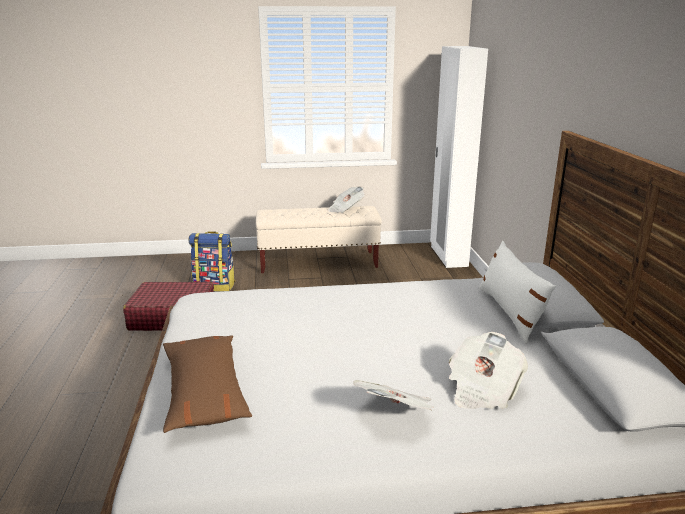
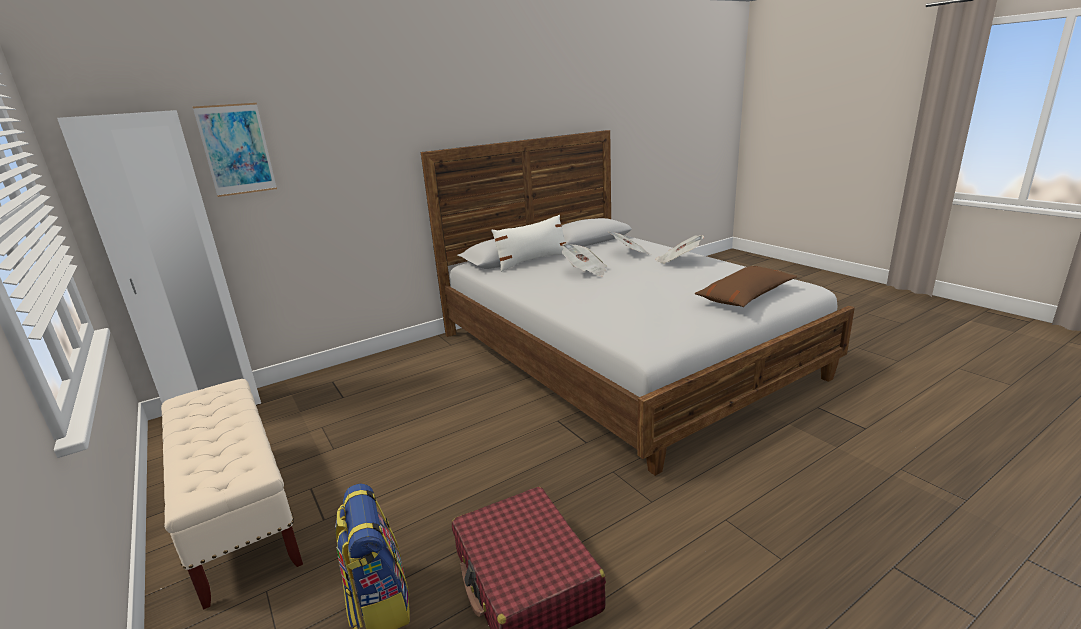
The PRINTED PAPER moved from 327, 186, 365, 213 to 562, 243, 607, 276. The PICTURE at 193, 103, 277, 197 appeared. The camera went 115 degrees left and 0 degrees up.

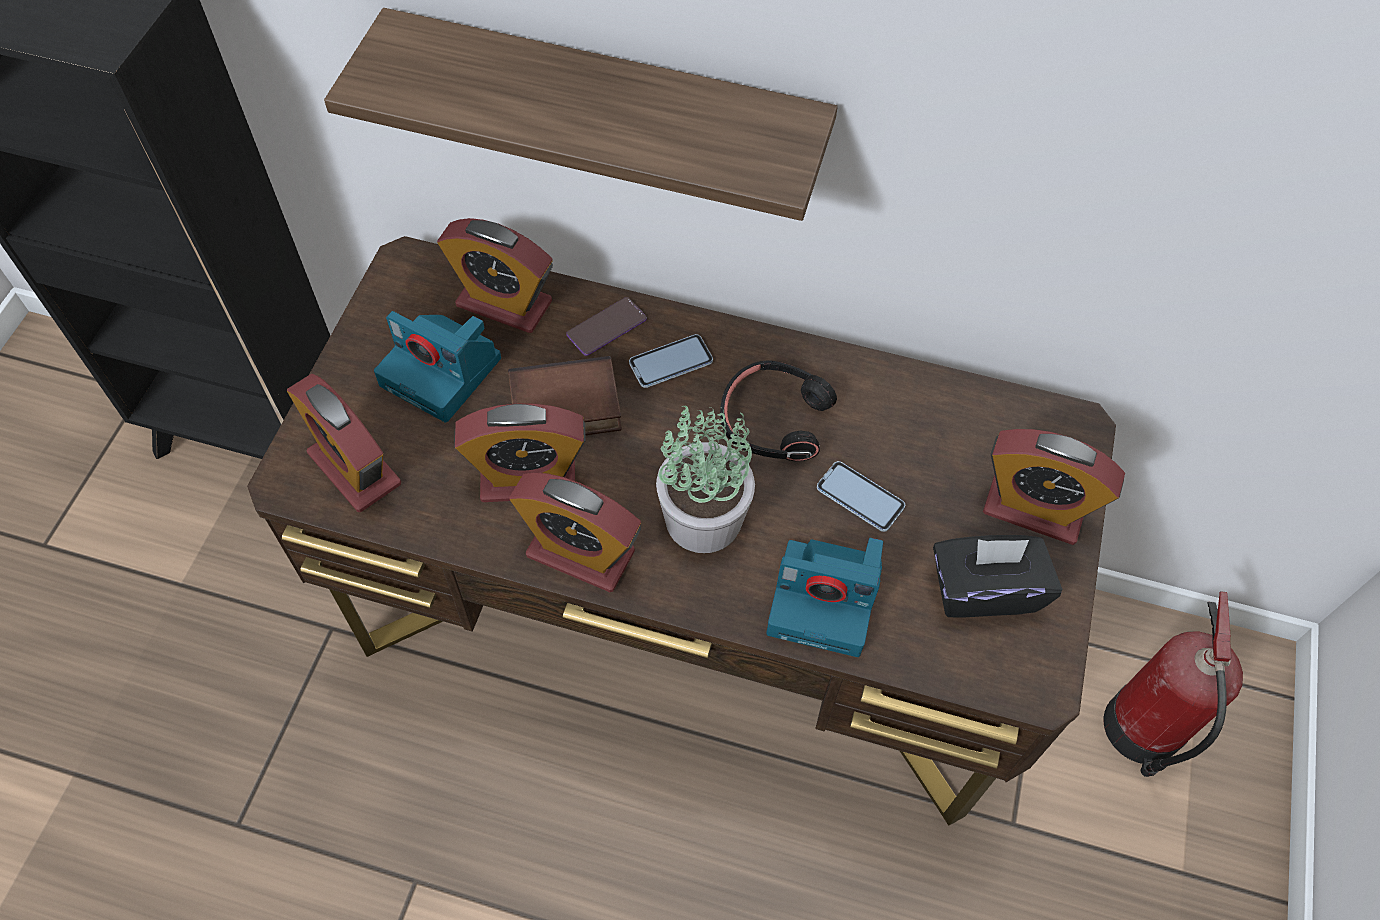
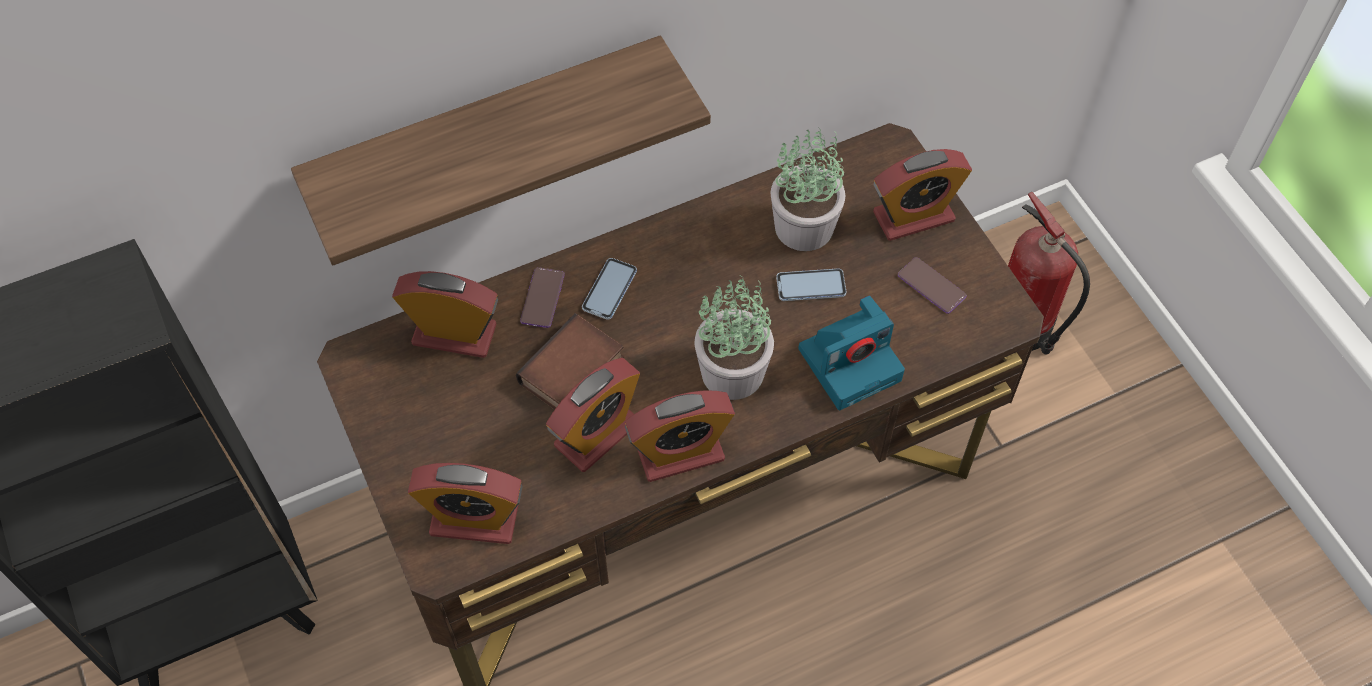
The STILL CAMERA at 374, 311, 501, 423 disappeared. The TABLE CLOCK at 437, 218, 553, 333 turned 150 degrees counterclockwise. The BLACKISH HEADSET at 720, 360, 837, 461 disappeared. The BLACKISH TISSUE HOLDER at 933, 535, 1062, 618 was replaced by the HANDSET at 898, 257, 967, 314. The POTTED PLANT at 770, 127, 846, 251 appeared. The camera went 40 degrees left and 0 degrees up.

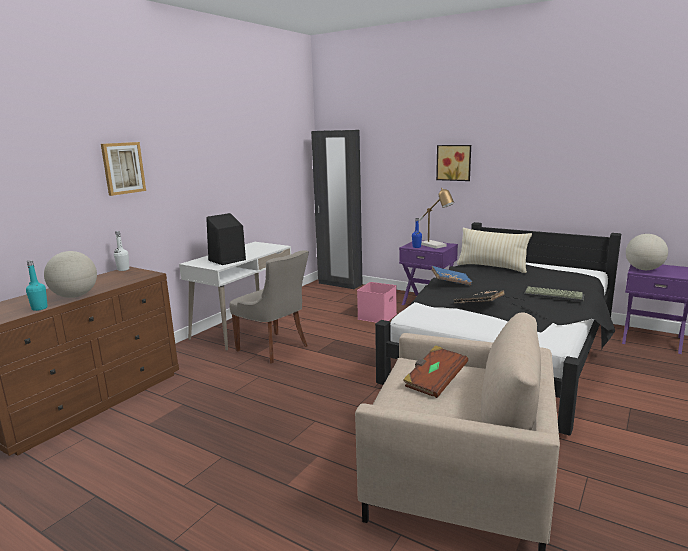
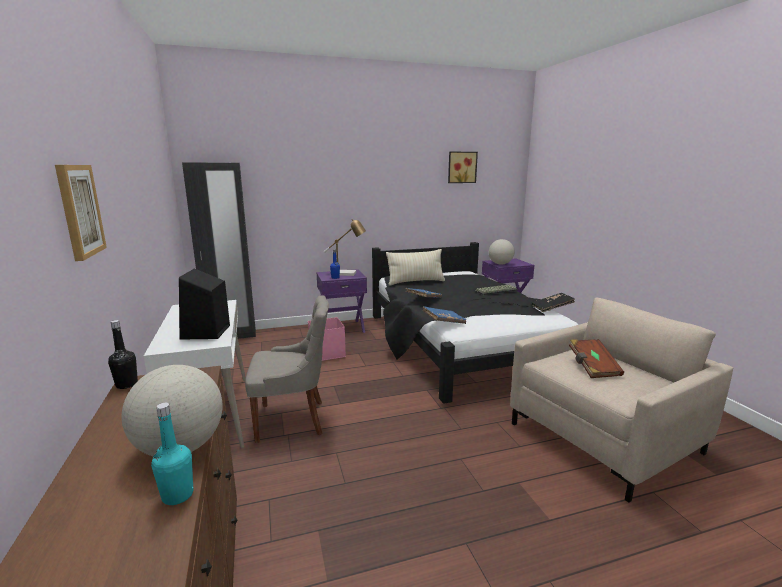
The WHITE-COLOURED BEVERAGE BOTTLE at 114, 231, 129, 271 became the BLACKISH BEVERAGE BOTTLE at 108, 320, 138, 389. The PICTURE moved from 436, 145, 471, 181 to 448, 152, 478, 183. The BLACKISH BOUND BOOK moved from 454, 290, 505, 303 to 532, 293, 575, 312. The BLUISH BOUND BOOK at 422, 306, 466, 324 appeared. The camera went 50 degrees left and 0 degrees up.

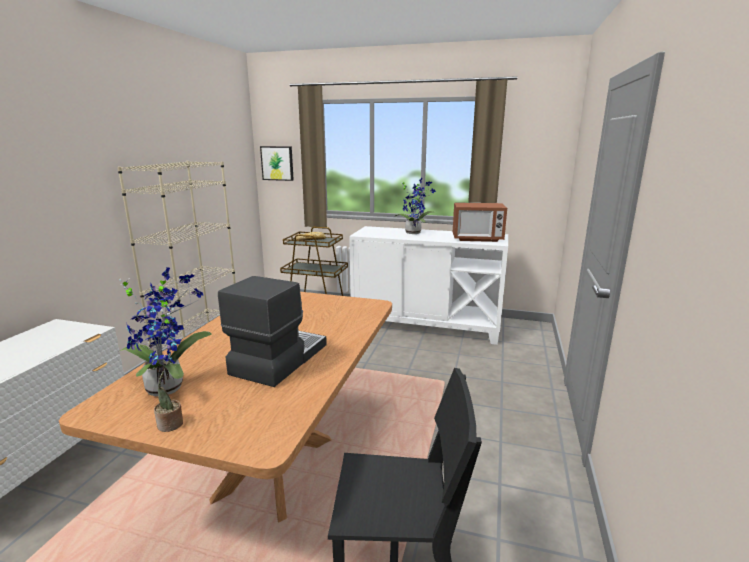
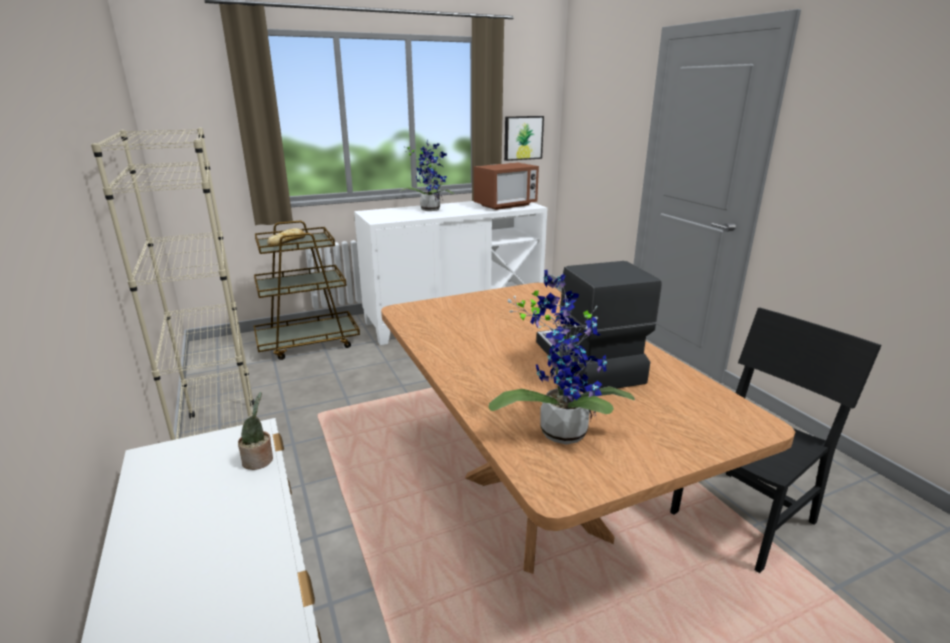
The POTTED PLANT moved from 154, 371, 183, 432 to 238, 392, 273, 470. The PICTURE moved from 260, 146, 294, 181 to 504, 116, 544, 161. The camera went 40 degrees left and 5 degrees up.

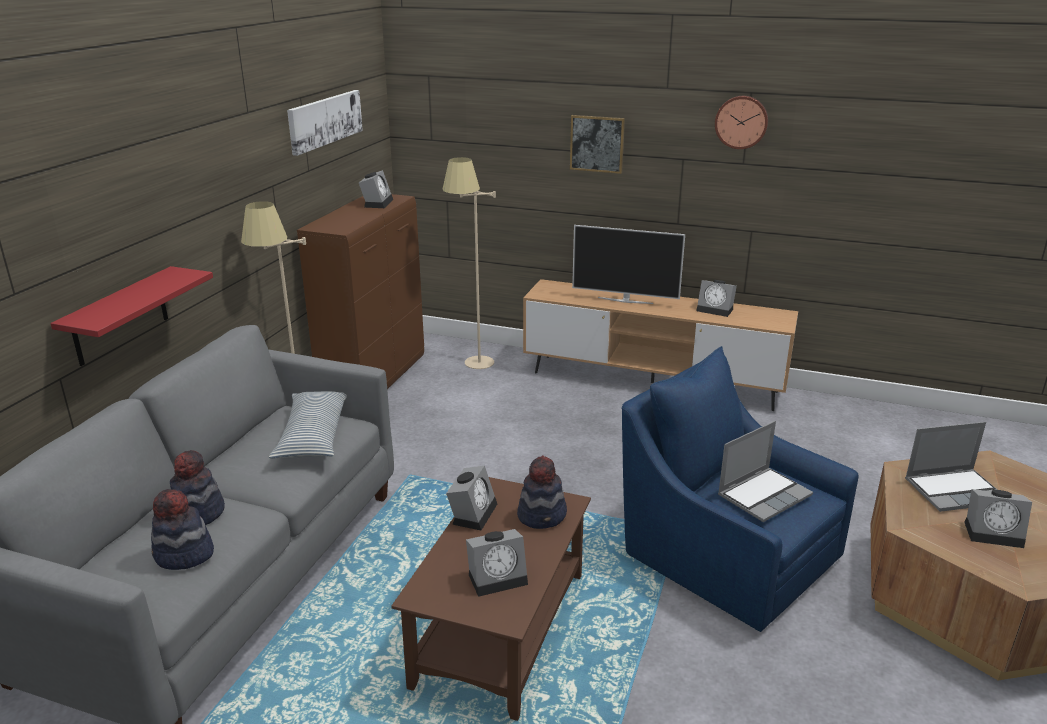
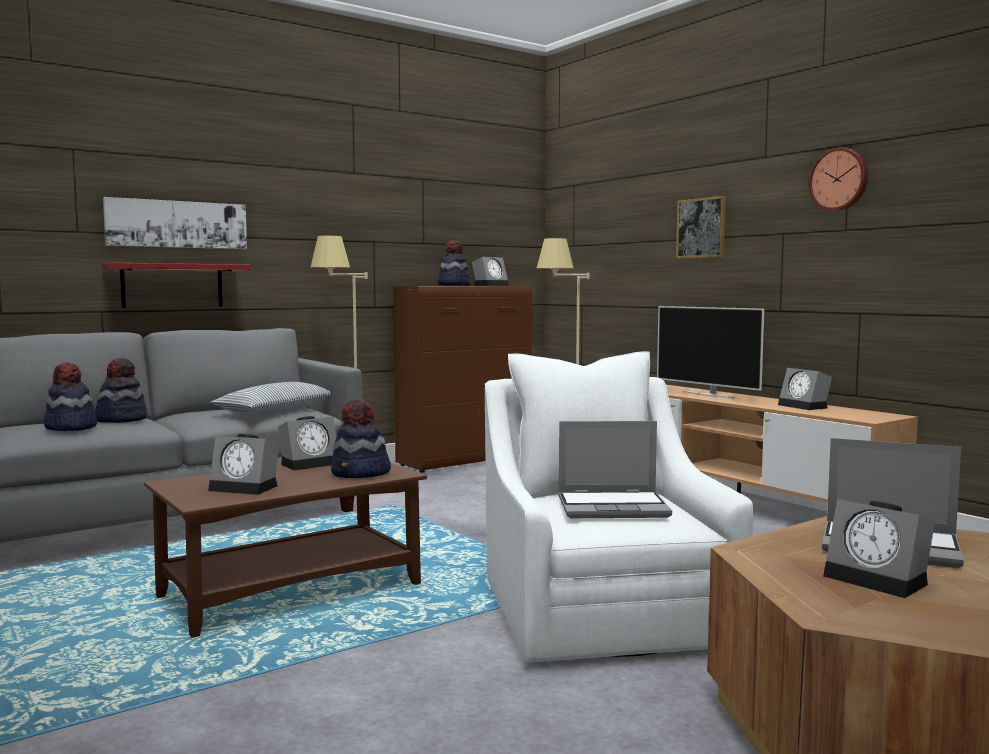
The PICTURE moved from 287, 90, 363, 156 to 103, 197, 247, 249. The BLUISH LOUNGE CHAIR at 622, 346, 858, 632 became the WHITE-COLOURED LOUNGE CHAIR at 484, 351, 753, 663. The WEARABLE HAT at 438, 240, 470, 286 appeared. The camera went 35 degrees right and 20 degrees down.

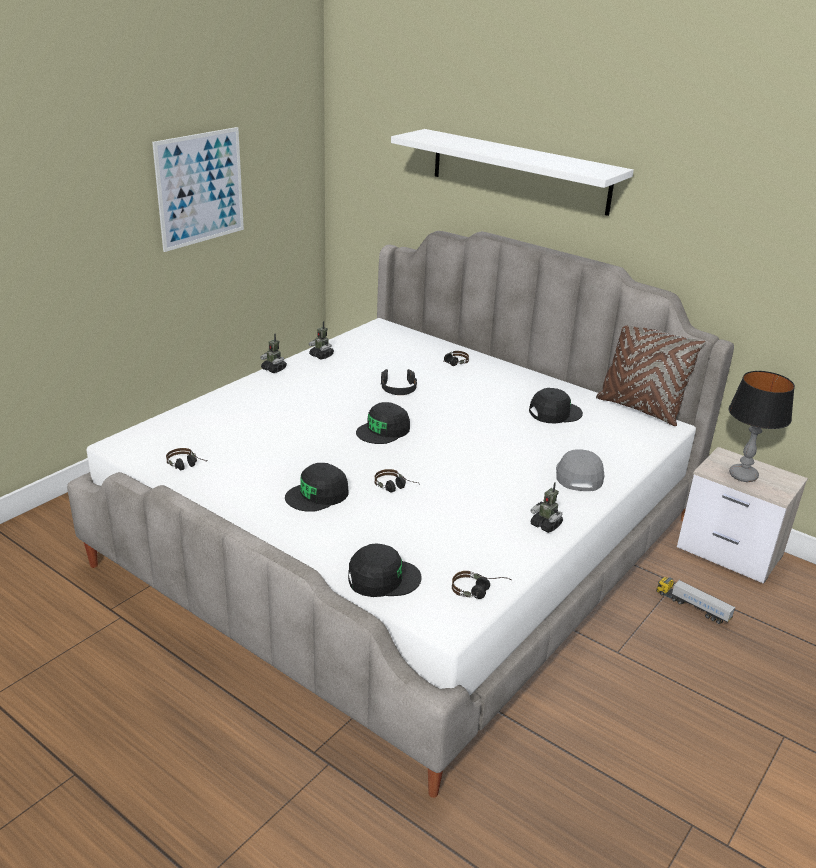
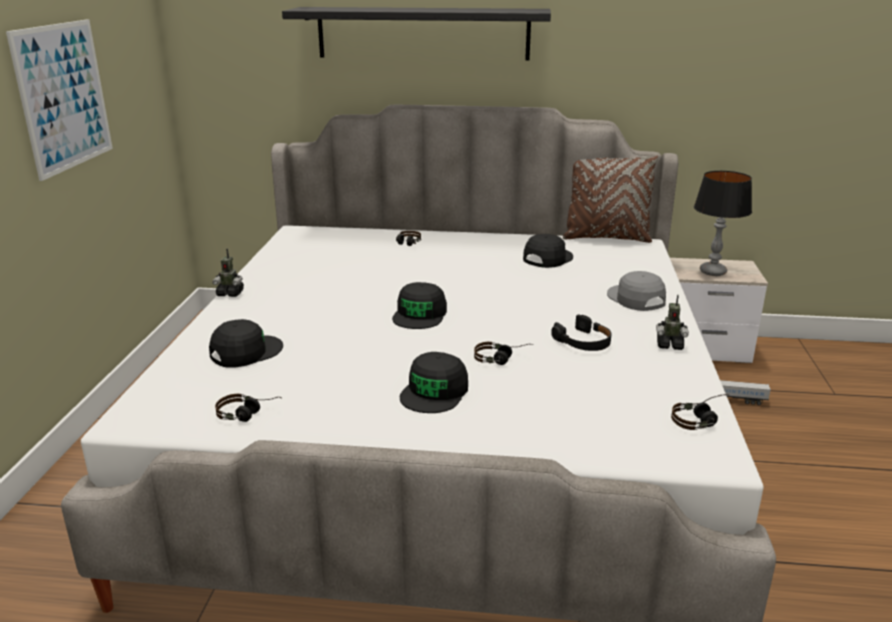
The TOY ROBOT at 309, 321, 334, 359 disappeared. The BLACKISH PEAKED CAP moved from 348, 544, 422, 597 to 209, 319, 283, 367. The BLACKISH HEADSET moved from 381, 369, 417, 395 to 551, 314, 612, 351. The WHITE-COLOURED SHELF at 391, 129, 634, 216 became the BLACKISH SHELF at 282, 7, 551, 61. The camera went 30 degrees left and 5 degrees down.

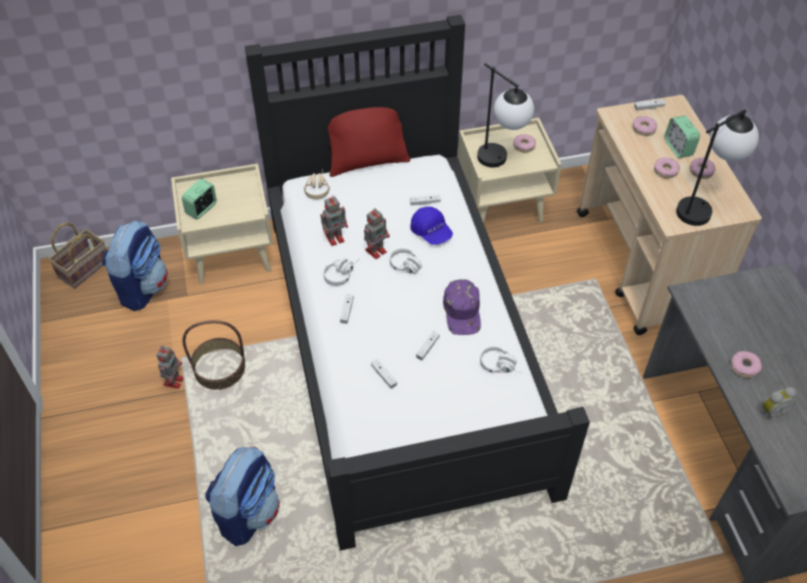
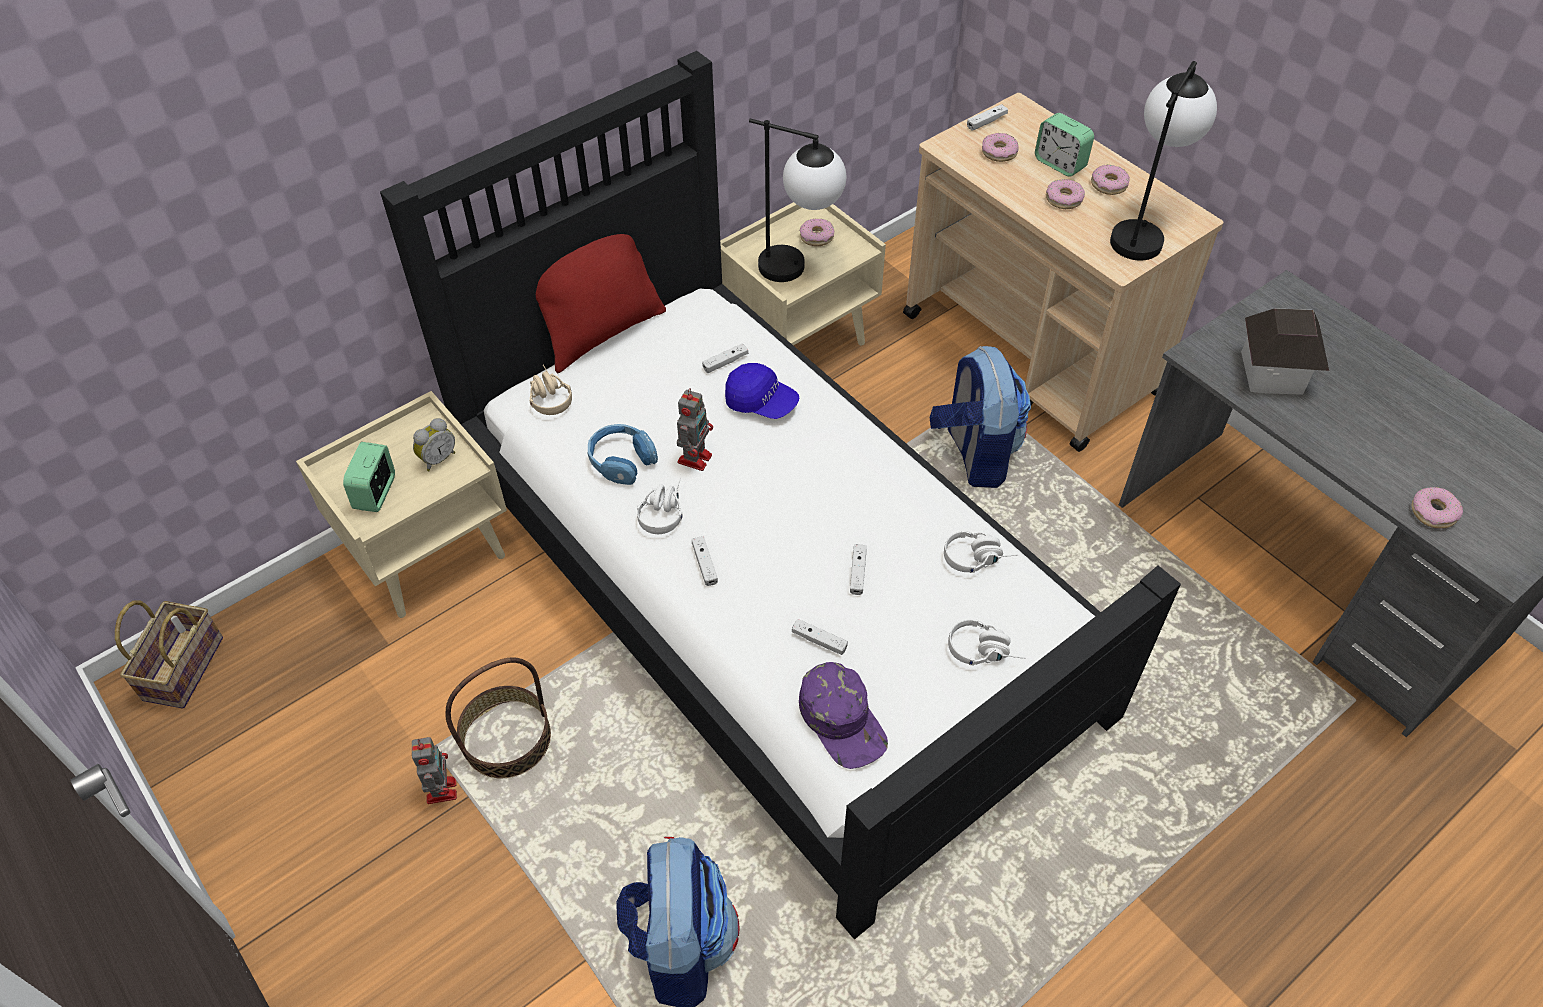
The KNAPSACK moved from 102, 220, 168, 311 to 930, 346, 1031, 488. The TOY ROBOT at 321, 195, 348, 246 was replaced by the BLUISH HEADSET at 588, 424, 658, 485. The WHITE-COLOURED HEADSET moved from 390, 248, 424, 277 to 948, 619, 1025, 666. The PURPLE PEAKED CAP moved from 443, 279, 481, 335 to 799, 662, 888, 769. The DONUT moved from 731, 351, 762, 378 to 1412, 487, 1463, 528. The TABLE CLOCK moved from 763, 387, 797, 419 to 413, 418, 455, 471. The TOY HOUSE at 1241, 308, 1329, 395 appeared. The camera went 25 degrees left and 0 degrees up.

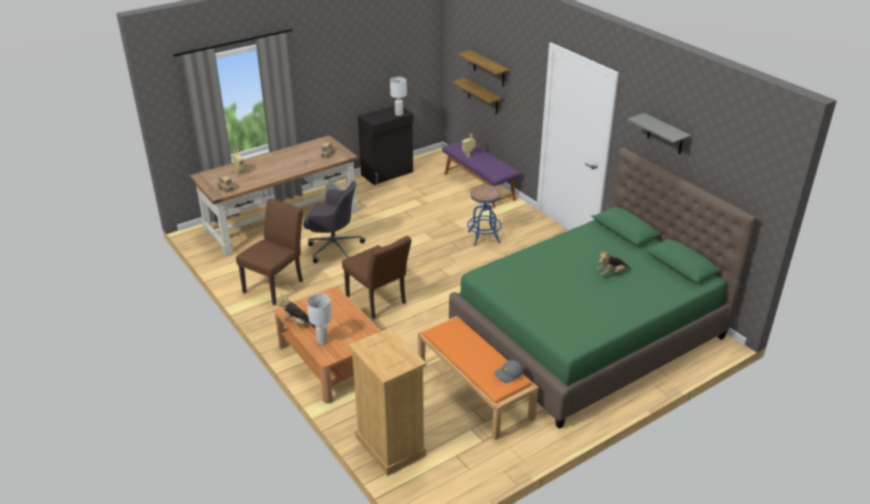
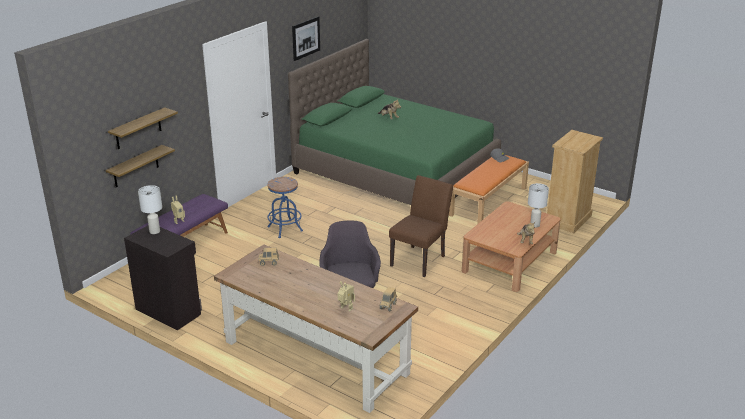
The BROWN UPRIGHT CHAIR at 236, 199, 303, 305 disappeared. The GREY SHELF at 627, 113, 691, 154 was replaced by the PICTURE at 292, 16, 320, 61. The camera went 110 degrees left and 5 degrees down.

